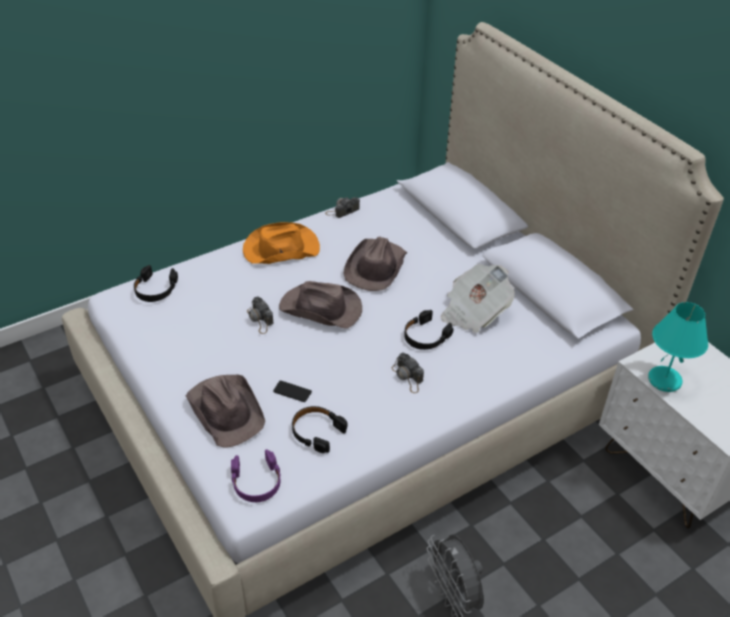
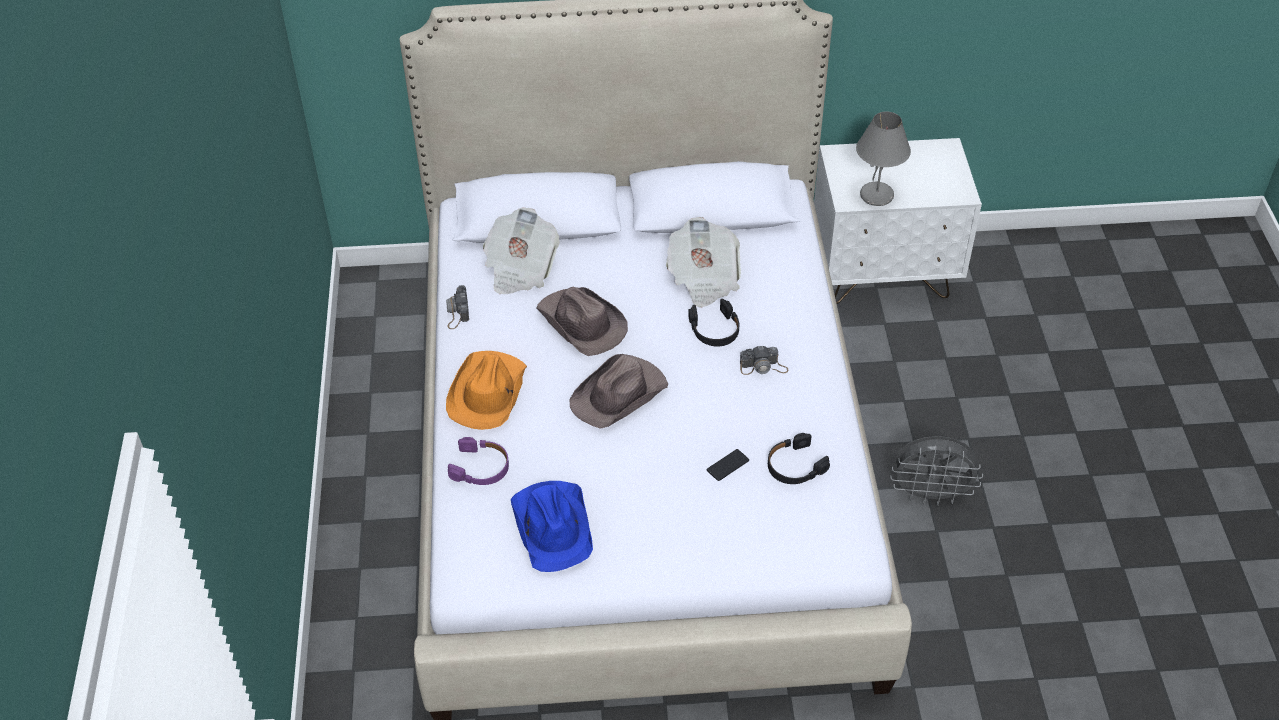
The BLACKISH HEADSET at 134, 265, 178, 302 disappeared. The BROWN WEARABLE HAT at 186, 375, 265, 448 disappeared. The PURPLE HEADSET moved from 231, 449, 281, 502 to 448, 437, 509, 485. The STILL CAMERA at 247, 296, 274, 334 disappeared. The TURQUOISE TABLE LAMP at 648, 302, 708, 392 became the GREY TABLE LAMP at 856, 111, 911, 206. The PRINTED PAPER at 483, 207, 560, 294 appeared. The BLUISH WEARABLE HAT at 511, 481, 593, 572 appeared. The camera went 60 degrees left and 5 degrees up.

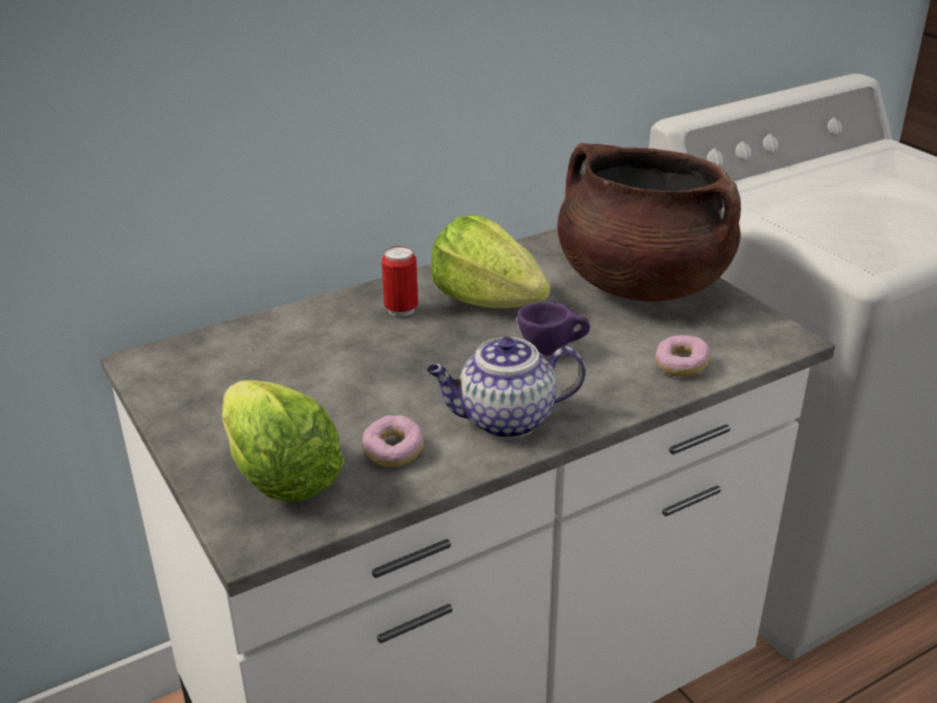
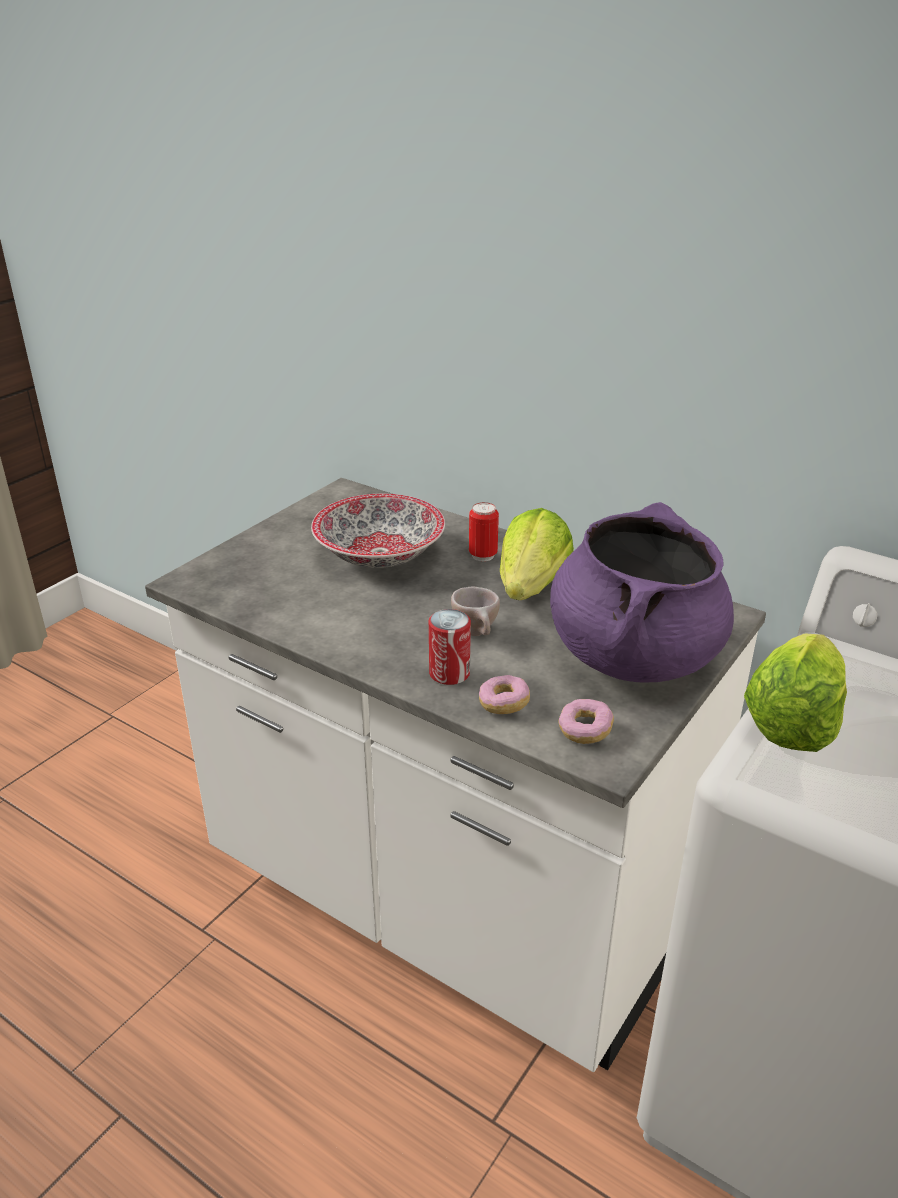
The LETTUCE moved from 222, 380, 344, 502 to 744, 633, 847, 752. The DONUT moved from 362, 415, 424, 467 to 559, 699, 614, 744. The TEA POT at 426, 337, 586, 439 disappeared. The PURPLE SMALL CUP at 517, 302, 590, 355 became the BEIGE-COLOURED SMALL CUP at 451, 587, 500, 636. The BROWN COOKING POT at 557, 143, 741, 302 became the PURPLE COOKING POT at 550, 502, 734, 682. The SERVING BOWL at 311, 494, 445, 568 appeared. The CAN at 429, 609, 471, 685 appeared. The camera went 65 degrees right and 0 degrees up.

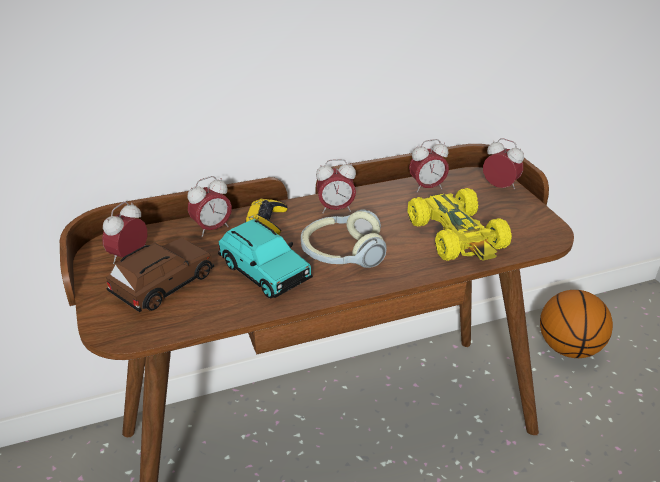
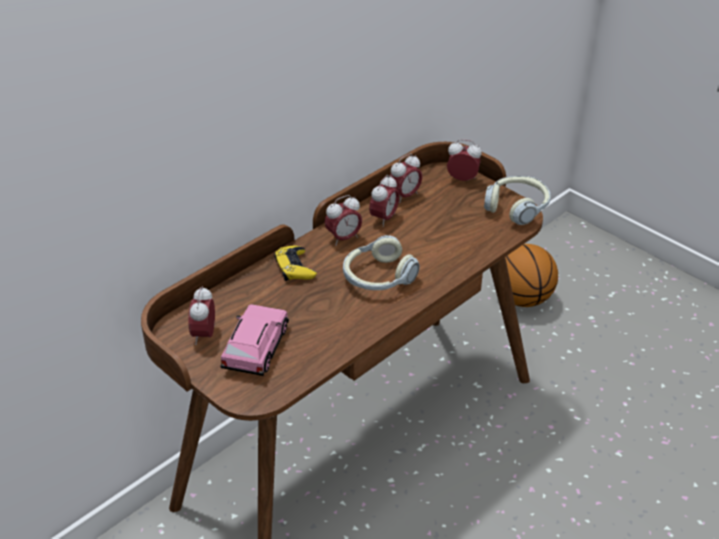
The BROWN MINIATURE CAR at 106, 238, 214, 312 became the PINK-COLOURED MINIATURE CAR at 220, 304, 289, 376. The TABLE CLOCK moved from 187, 176, 232, 237 to 369, 175, 399, 227. The TURQUOISE MINIATURE CAR at 218, 219, 313, 299 disappeared. The YELLOW-COLOURED MINIATURE CAR at 407, 188, 512, 261 disappeared. The HEADSET at 484, 176, 551, 225 appeared. The camera went 25 degrees left and 5 degrees up.

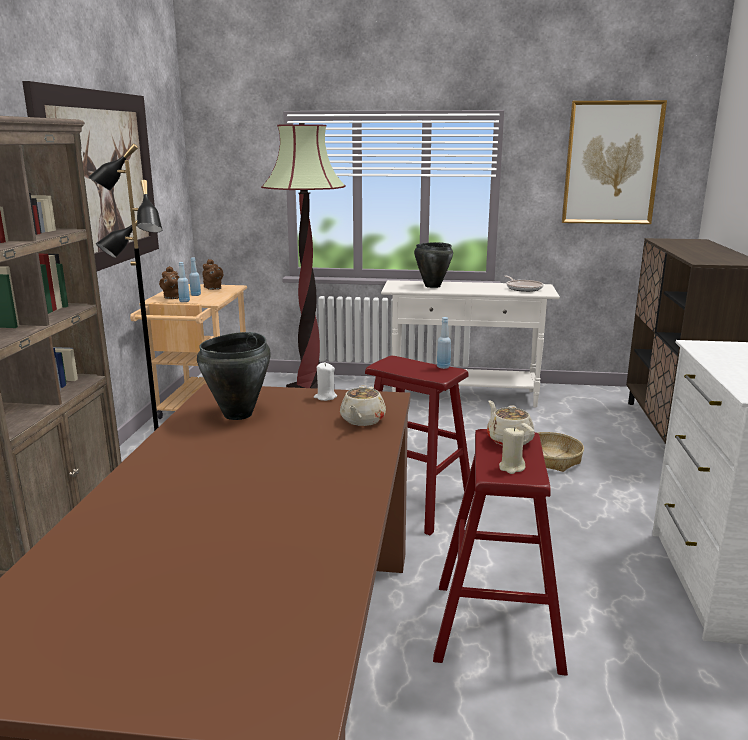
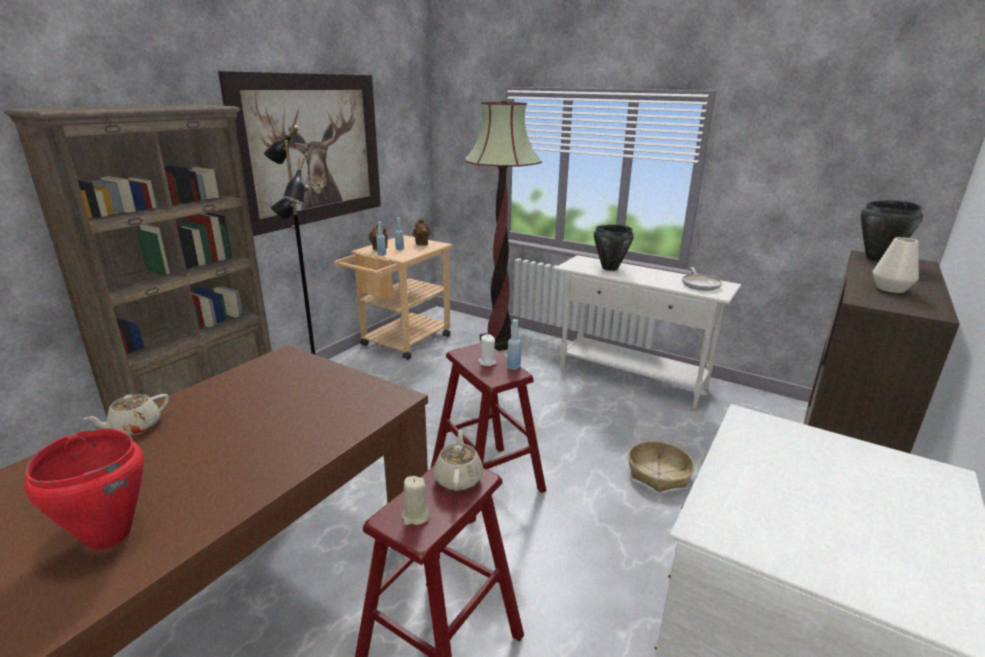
The BLACKISH COOKING POT moved from 197, 332, 270, 420 to 861, 200, 923, 262. The WHITE-COLOURED WAX LIGHT moved from 314, 363, 337, 401 to 478, 334, 496, 366. The BEIGE-COLOURED TEA POT moved from 340, 385, 386, 426 to 84, 394, 169, 436. The PICTURE at 562, 100, 667, 224 disappeared. The RED-COLOURED COOKING POT at 24, 428, 144, 550 appeared. The WHITE-COLOURED FLOWER VASE at 872, 237, 919, 293 appeared. The camera went 25 degrees right and 5 degrees up.

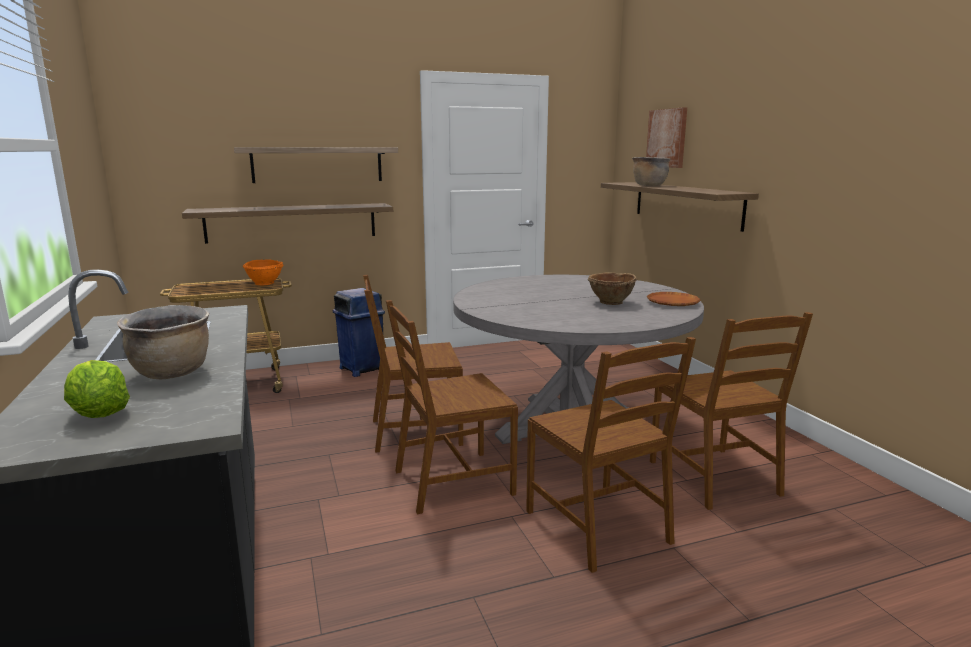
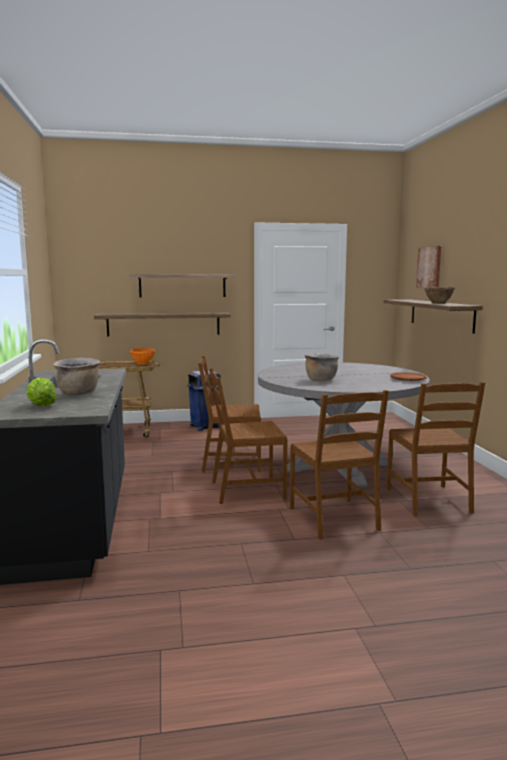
The BROWN SERVING BOWL moved from 588, 272, 638, 305 to 424, 287, 455, 304. The BROWN COOKING POT moved from 632, 157, 671, 186 to 305, 353, 339, 381. The camera went 10 degrees right and 5 degrees down.

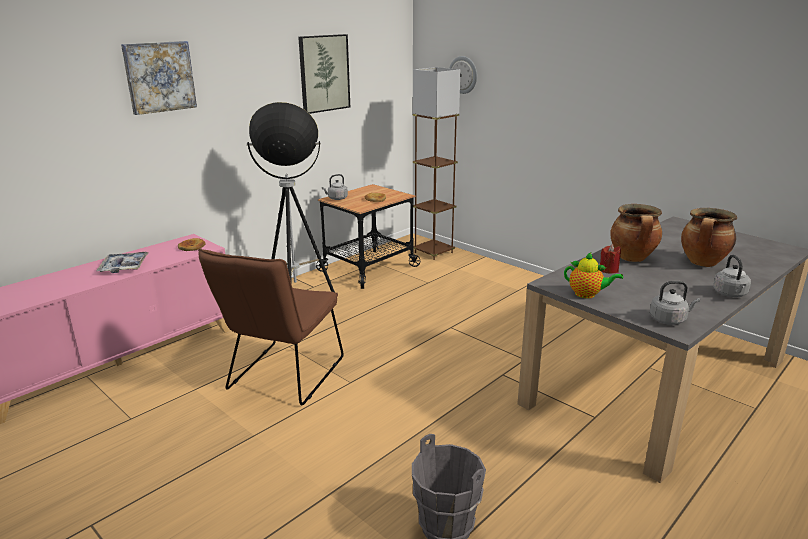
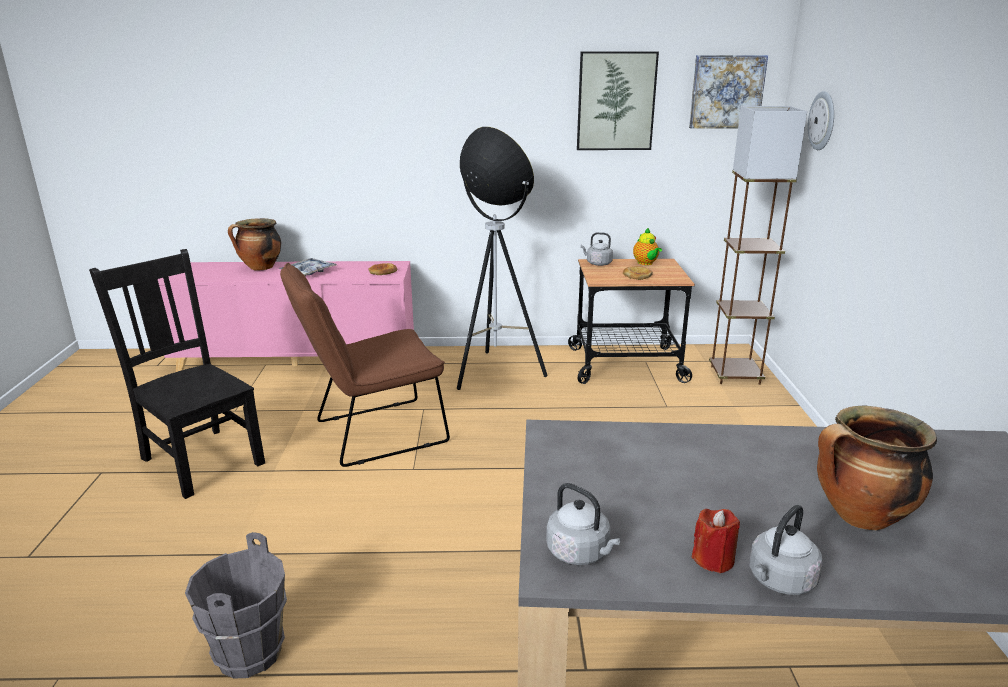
The PICTURE moved from 121, 41, 197, 115 to 689, 55, 768, 129. The TEA POT moved from 564, 252, 623, 298 to 633, 228, 662, 265. The RED-COLOURED WAX LIGHT moved from 600, 244, 621, 274 to 692, 509, 740, 573. The COOKING POT moved from 610, 204, 662, 262 to 228, 218, 281, 271. The BLACKISH UPRIGHT CHAIR at 89, 249, 265, 499 appeared. The camera went 45 degrees right and 0 degrees up.

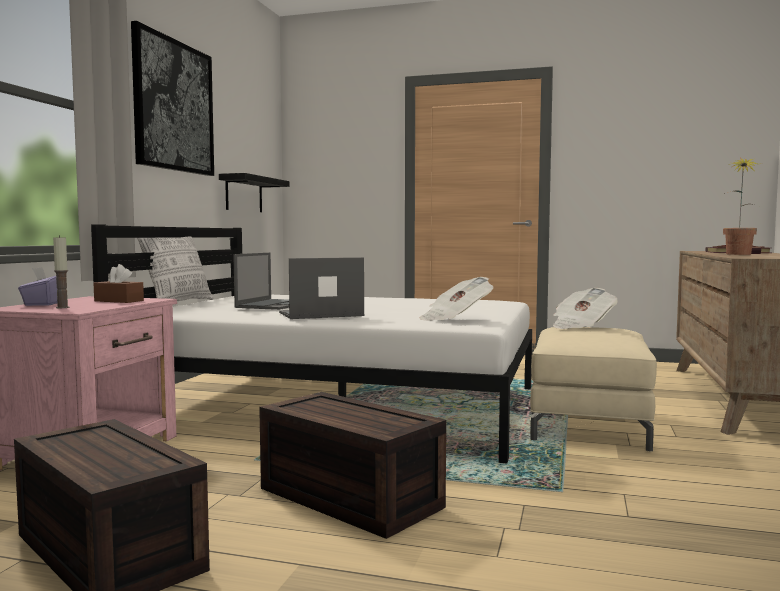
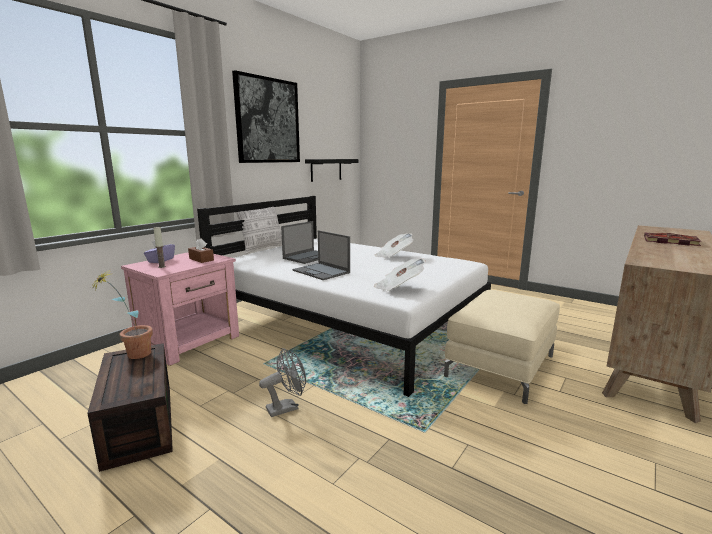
The BROWN STORAGE CONTAINER at 259, 392, 446, 539 was replaced by the GREY COOLING FAN at 259, 348, 306, 417. The NOTEBOOK COMPUTER at 279, 257, 364, 319 turned 135 degrees counterclockwise. The PRINTED PAPER moved from 553, 288, 618, 329 to 375, 233, 413, 258. The POTTED PLANT moved from 723, 157, 761, 255 to 89, 268, 153, 359. The camera went 20 degrees right and 10 degrees up.

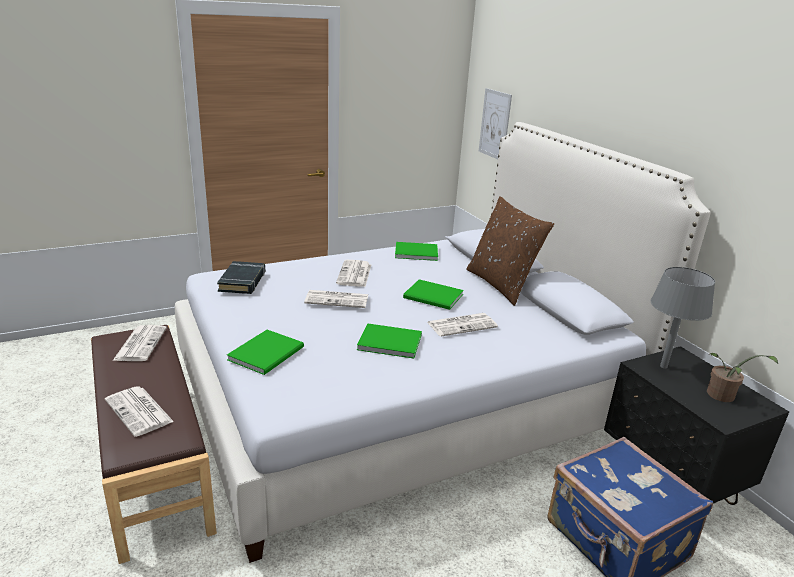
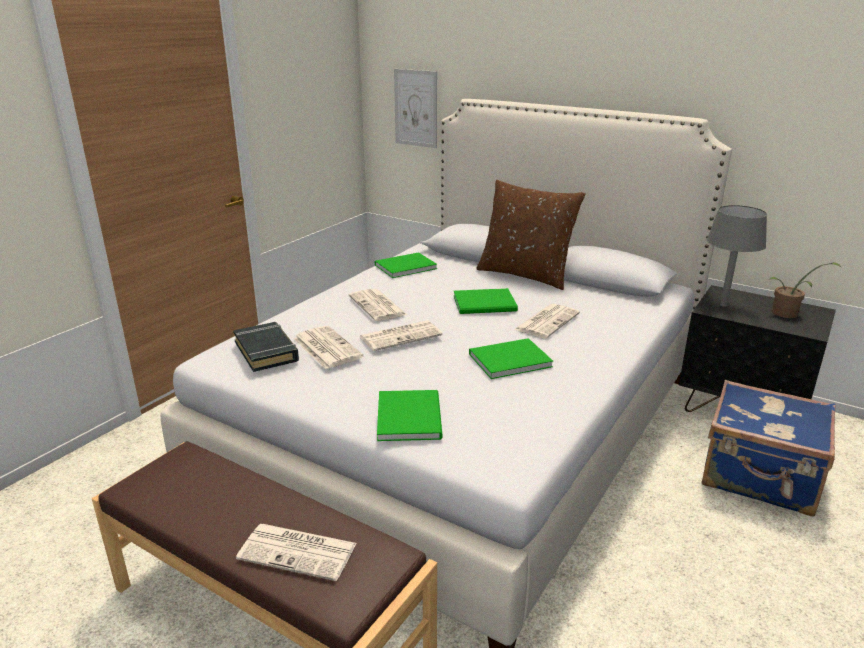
The PRINTED PAPER moved from 113, 325, 167, 361 to 294, 326, 363, 369. The camera went 30 degrees left and 0 degrees up.

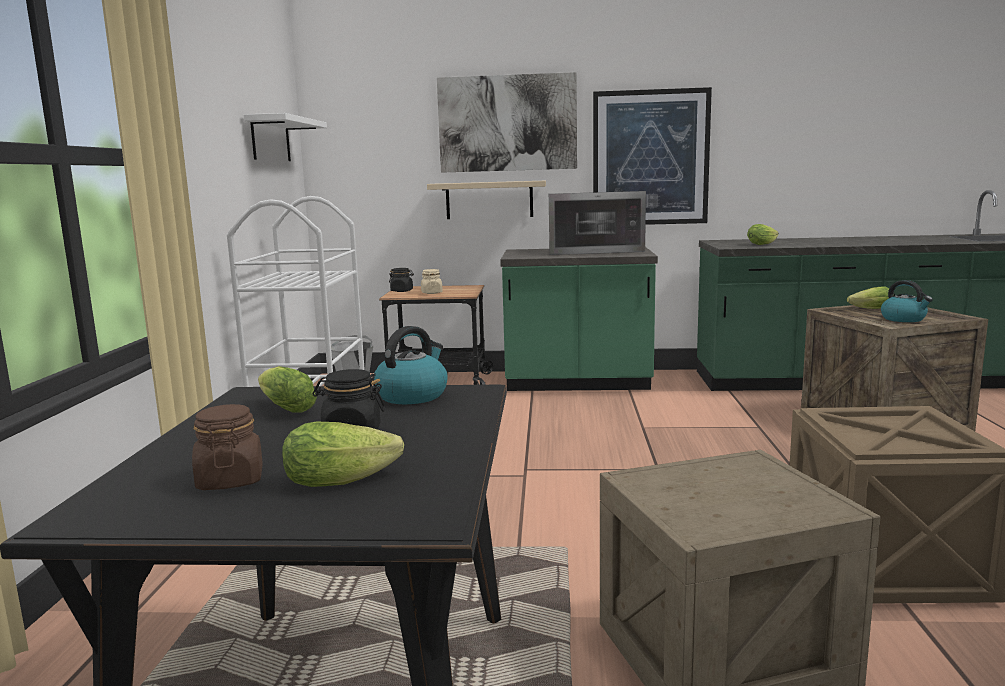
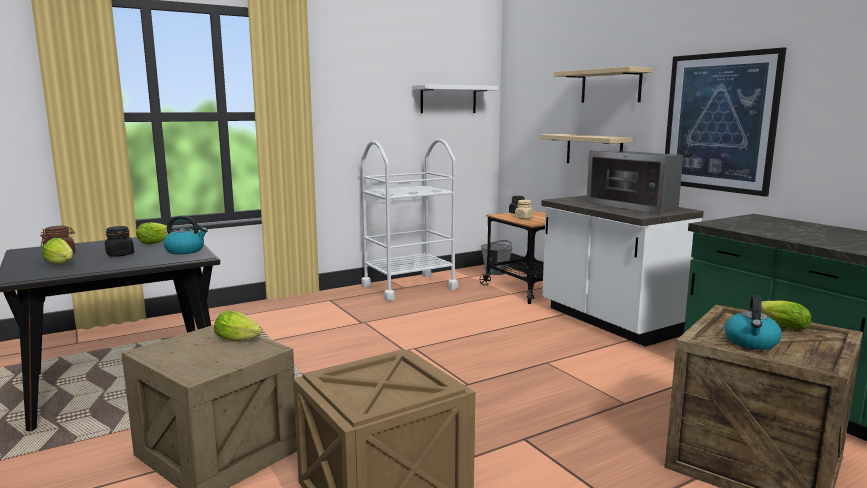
The PICTURE at 437, 72, 577, 173 was replaced by the BEIGE-COLOURED SHELF at 554, 66, 653, 103. The GREENISH KITCHEN COUNTER at 500, 247, 658, 391 became the WHITE-COLOURED KITCHEN COUNTER at 541, 195, 704, 347. The LETTUCE moved from 747, 224, 779, 245 to 214, 311, 262, 341. The camera went 55 degrees right and 0 degrees up.

